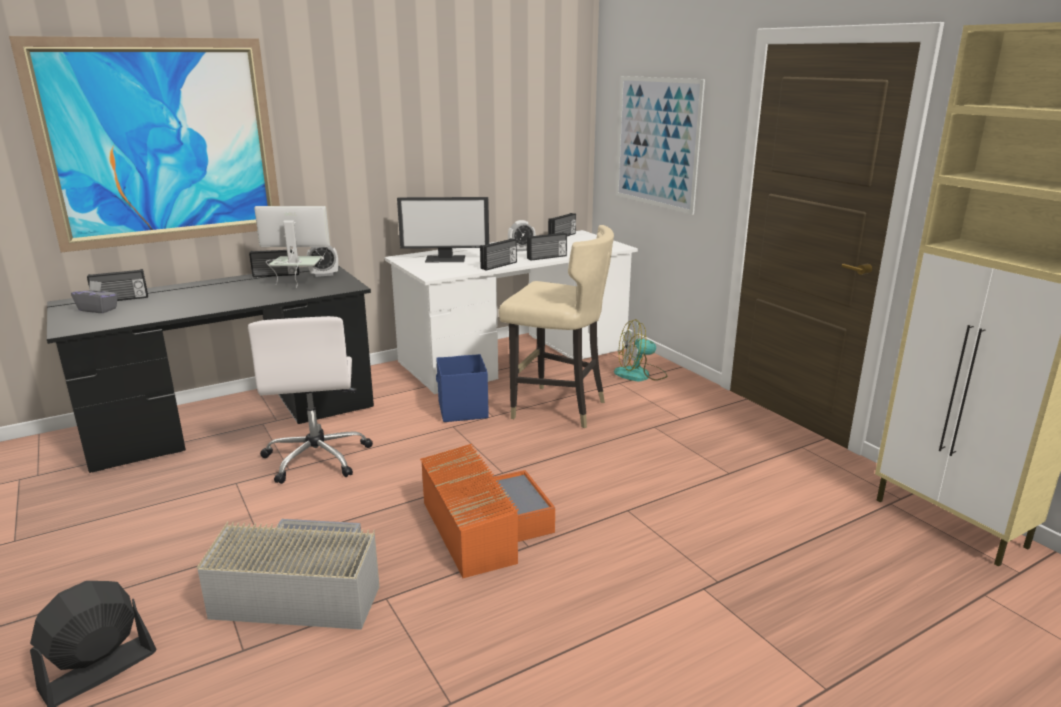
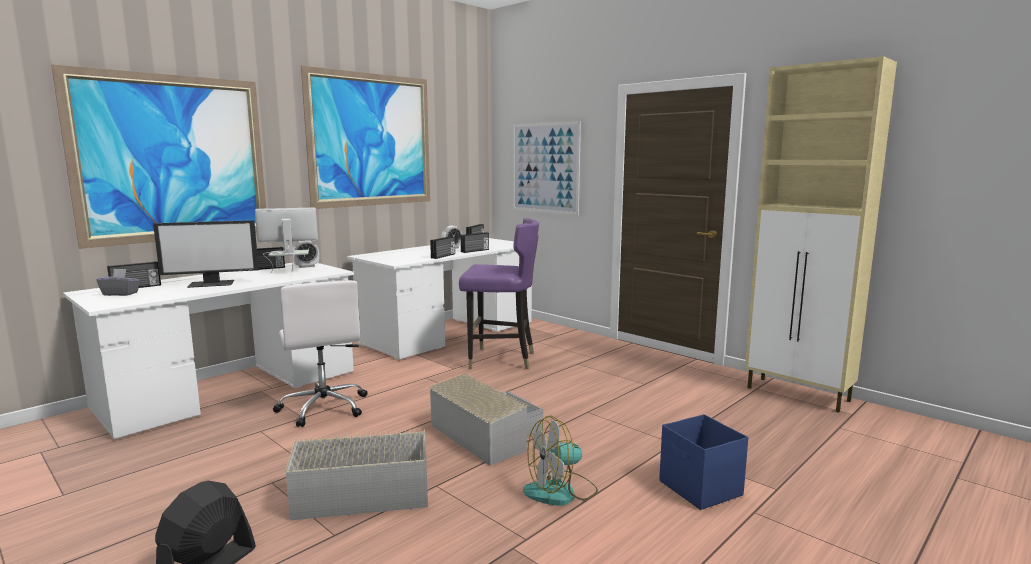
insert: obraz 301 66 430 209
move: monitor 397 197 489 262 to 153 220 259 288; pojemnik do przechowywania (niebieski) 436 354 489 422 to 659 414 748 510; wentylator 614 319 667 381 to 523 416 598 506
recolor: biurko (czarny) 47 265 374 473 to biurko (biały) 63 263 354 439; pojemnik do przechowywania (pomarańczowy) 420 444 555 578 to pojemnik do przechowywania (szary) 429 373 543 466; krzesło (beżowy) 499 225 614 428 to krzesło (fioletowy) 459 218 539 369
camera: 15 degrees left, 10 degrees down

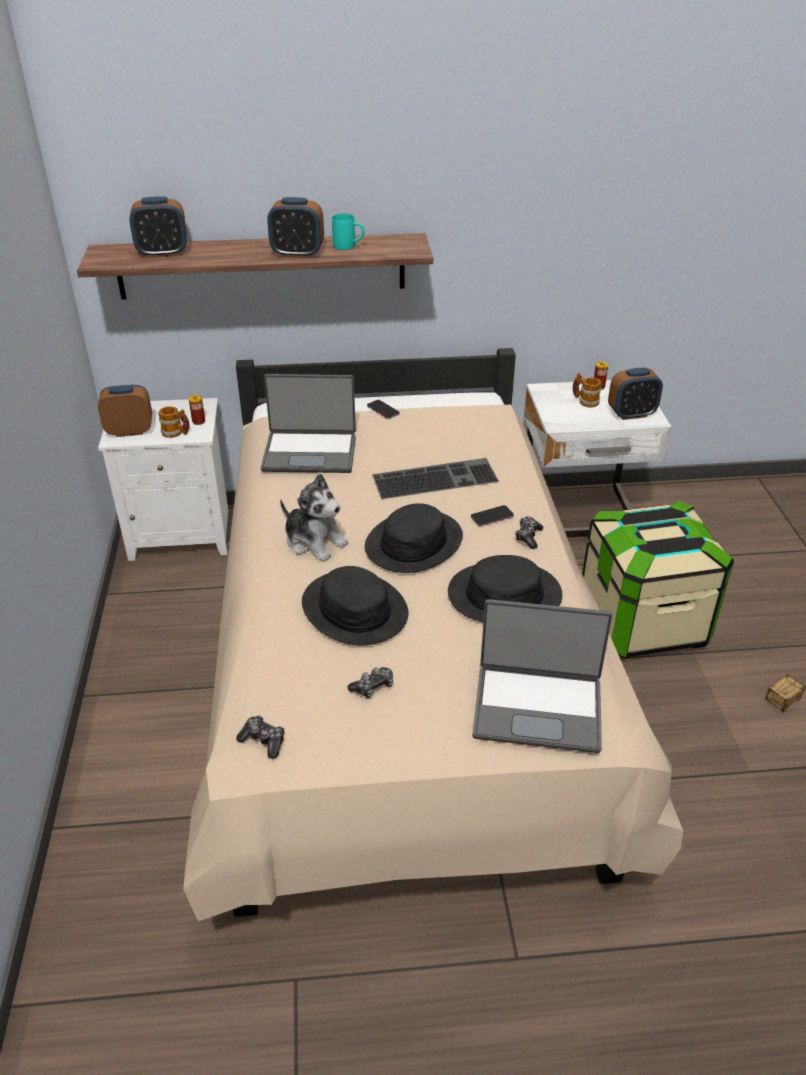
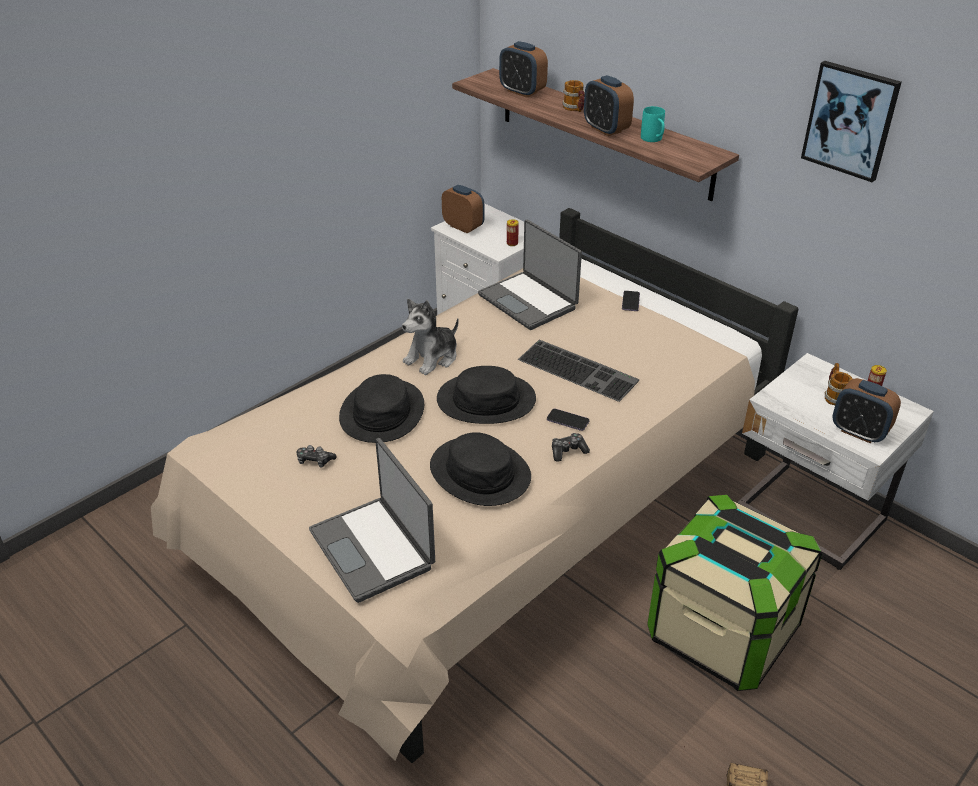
delete: pad do gier 236 716 284 759
insert: obraz 801 61 902 182
move: kubek 158 406 190 438 to 562 80 585 112
rotate: pluszak 280 473 348 562 = 402 299 459 375 45 degrees clockwise
camera: 50 degrees right, 0 degrees up

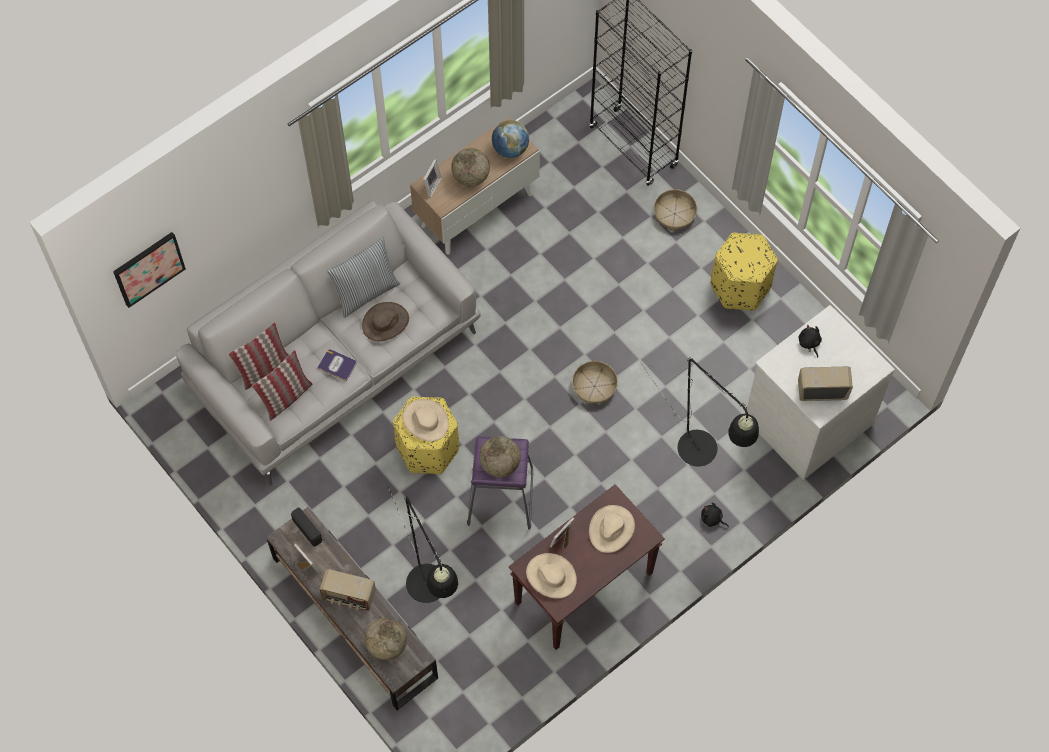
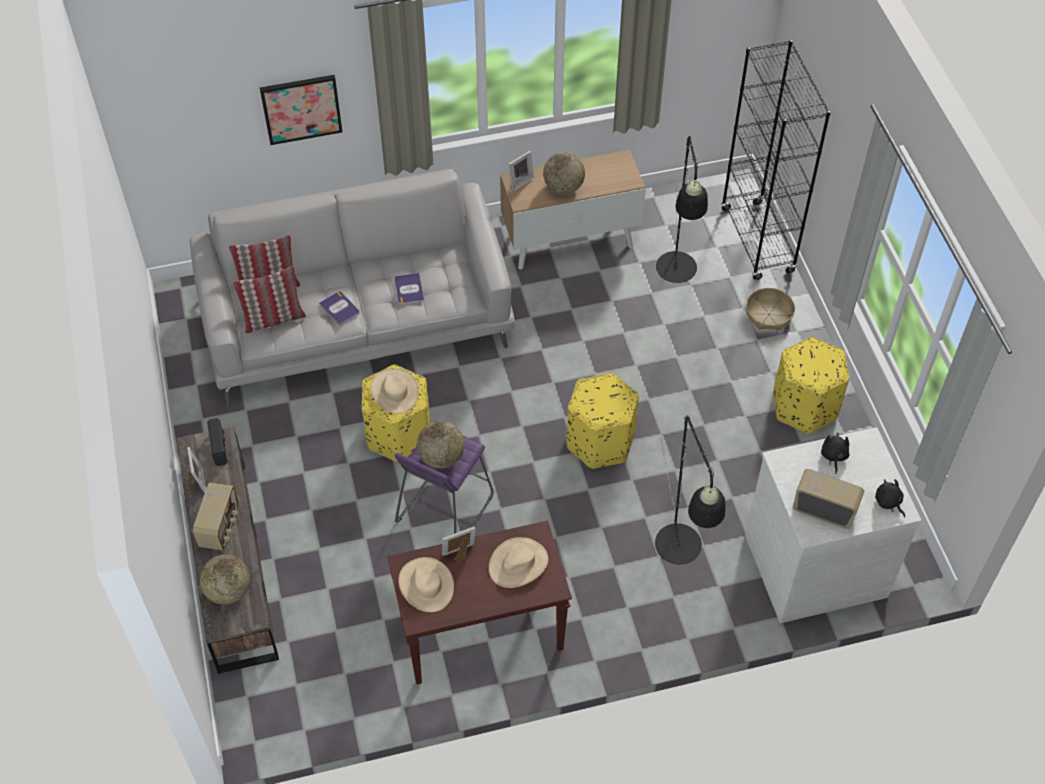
delete: poduszka 327 237 400 318; globus 492 120 529 158
move: obraz 113 232 186 308 to 260 75 342 145; lampa stojąca (czarny) 387 485 458 603 to 656 136 708 283; pluszak (czarny) 701 503 729 527 to 875 479 905 518
replace: kapelusz (brązowy) 362 302 409 341 to książka 395 273 424 304; koszyk 572 361 618 404 to pufa (żółty) 566 373 639 469
rotate: radio 319 569 376 611 = 193 482 239 550 120 degrees counterclockwise
camera: 25 degrees right, 10 degrees down

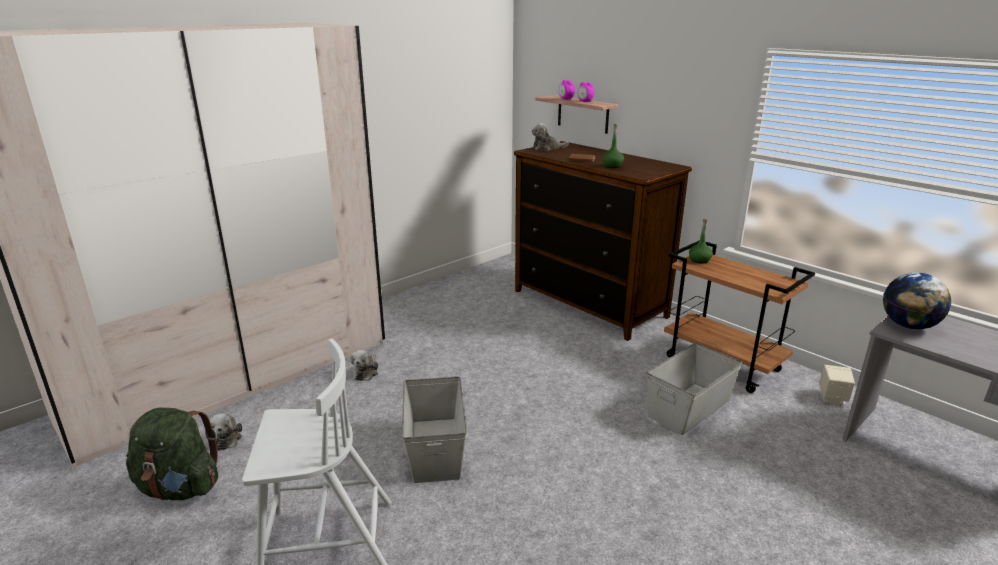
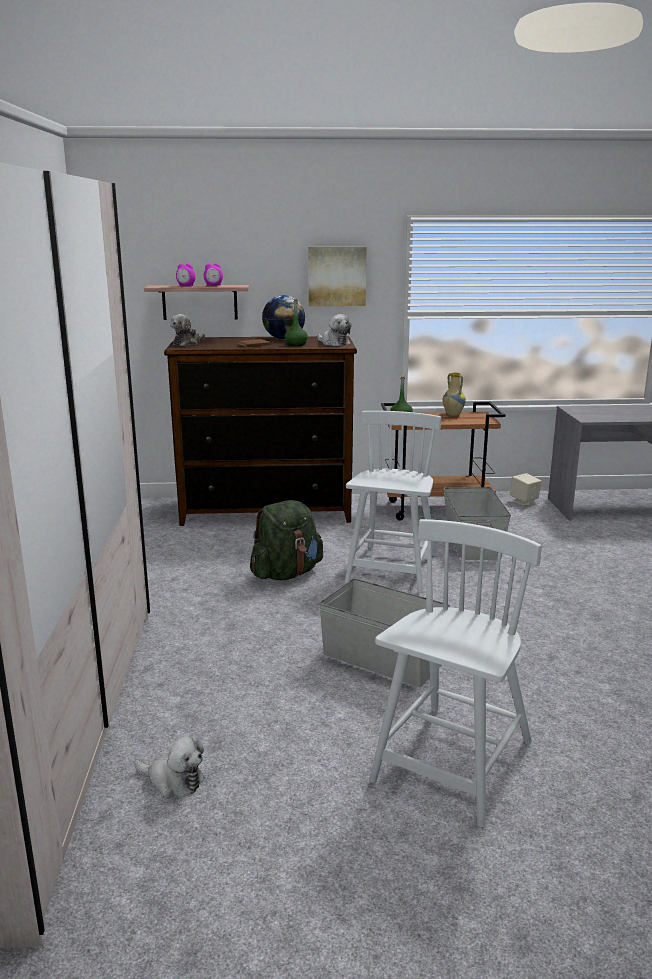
insert: obraz 308 246 367 306; krzesło (biały) 345 411 441 593; wazon 442 373 466 416
move: plecak (zielony) 126 408 218 500 to 250 500 323 580; pluszak 350 350 378 381 to 317 314 351 346; globus 883 272 951 329 to 262 295 305 339
camera: 50 degrees left, 5 degrees down

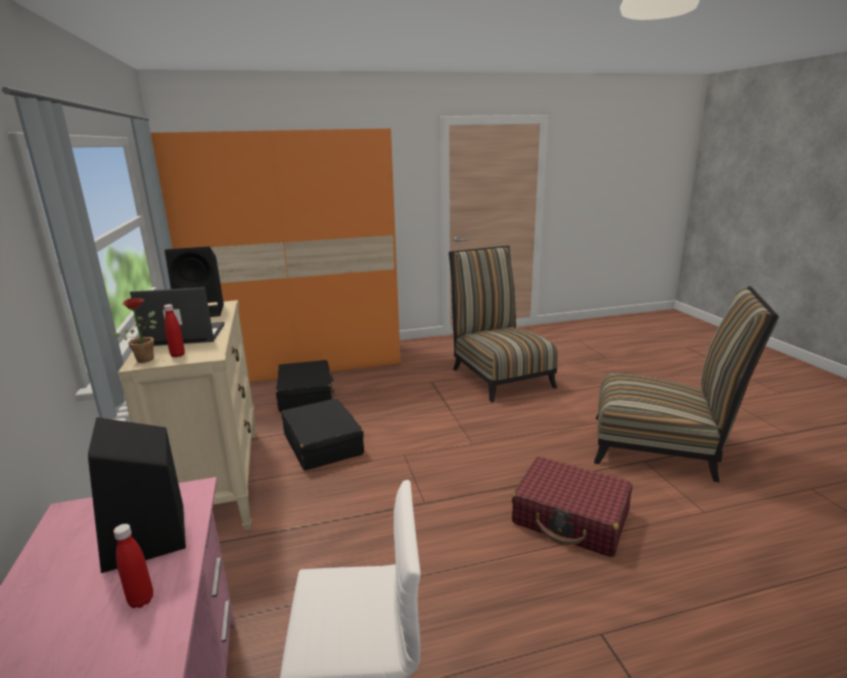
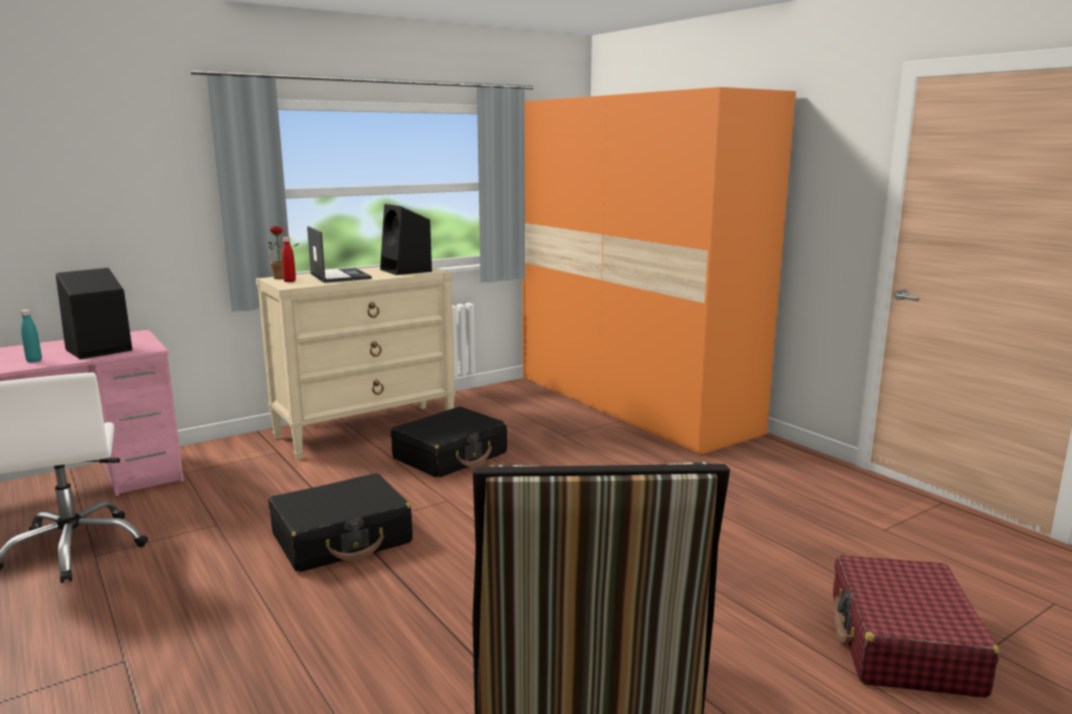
delete: krzesło 449 246 558 403
move: walizka (czarny) 276 360 334 412 to 268 473 413 572; walizka (czerwony) 512 456 633 557 to 833 555 999 698
recolor: butelka (czerwony) 113 524 153 608 to butelka (turkusowy) 21 309 42 363
camera: 70 degrees right, 5 degrees down

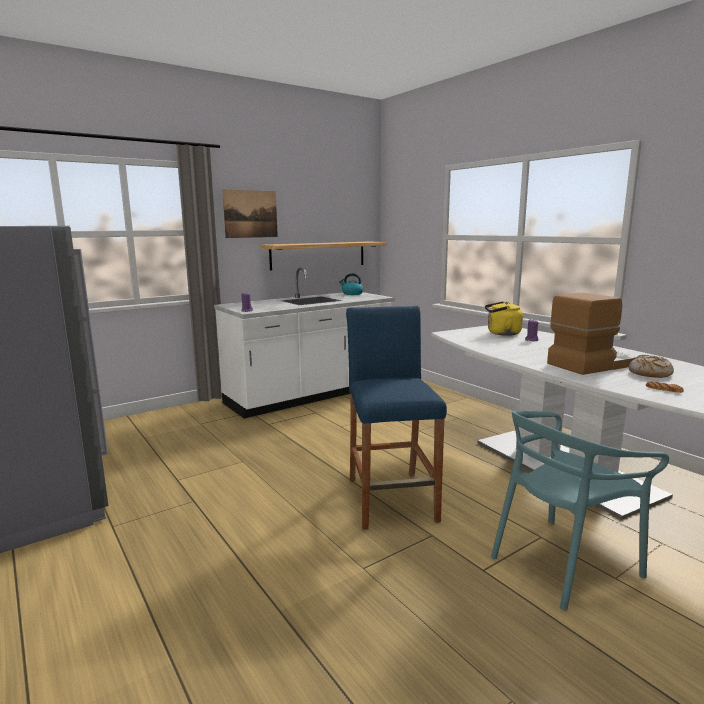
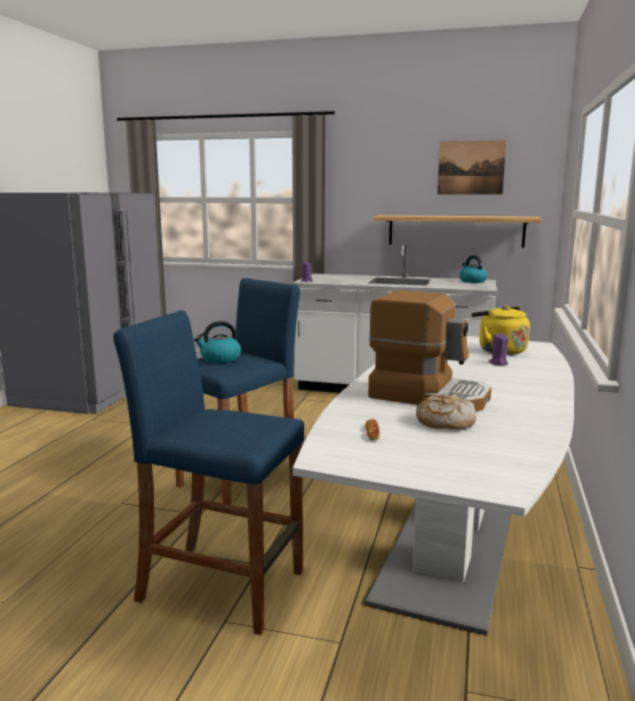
insert: czajnik 194 321 241 363
move: obraz 222 190 278 238 to 438 140 506 195
replace: krzesło (turkusowy) 491 411 669 611 to stołek (niebieski) 113 310 304 635
camera: 50 degrees right, 0 degrees up

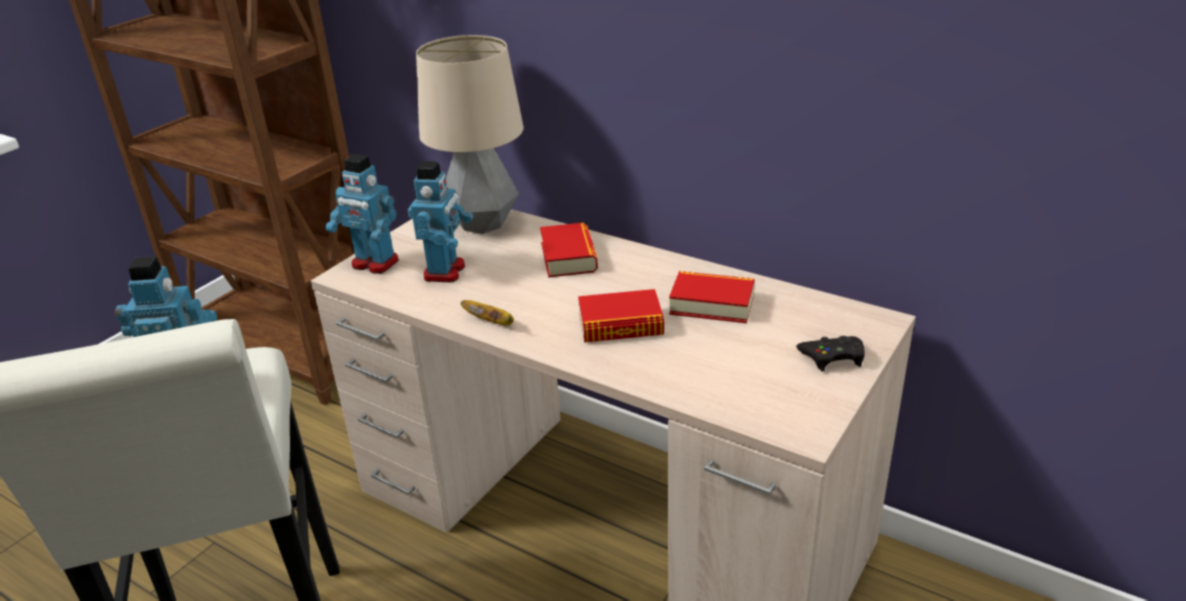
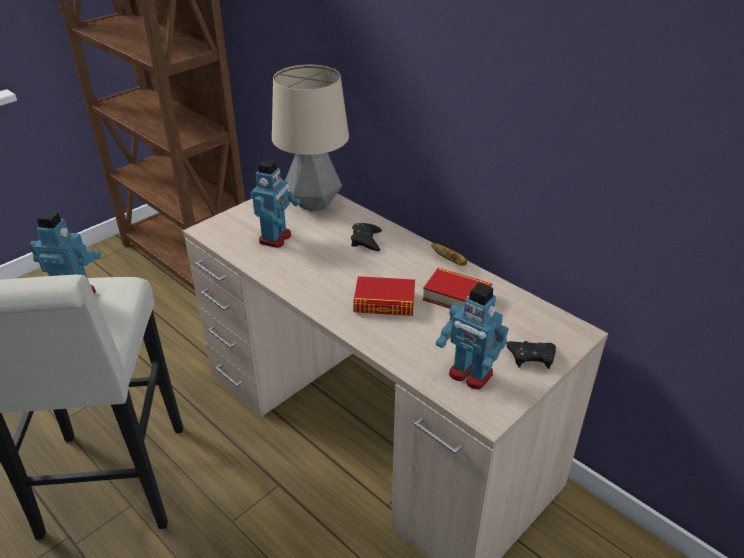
move: robot zabawkowy 326 154 399 274 to 436 282 508 390; banan 461 300 514 326 to 431 243 467 266
replace: książka 540 222 598 278 to pad do gier (czarny) 351 223 382 251
camera: 10 degrees right, 5 degrees up

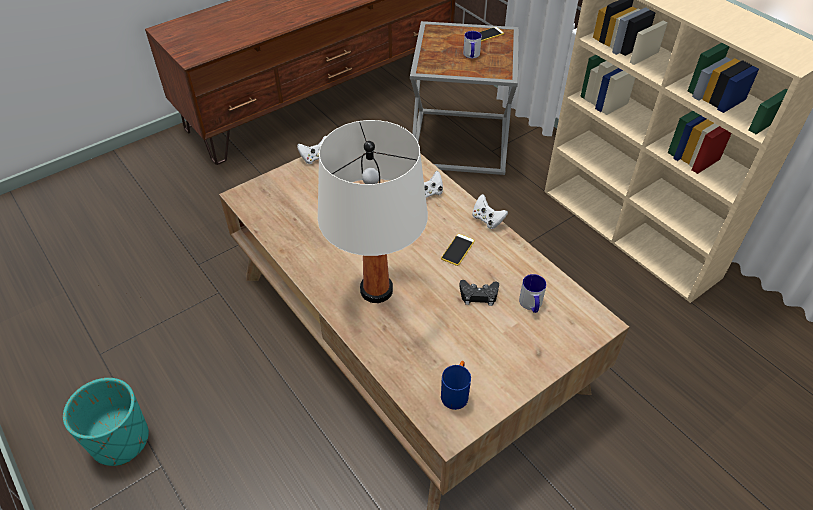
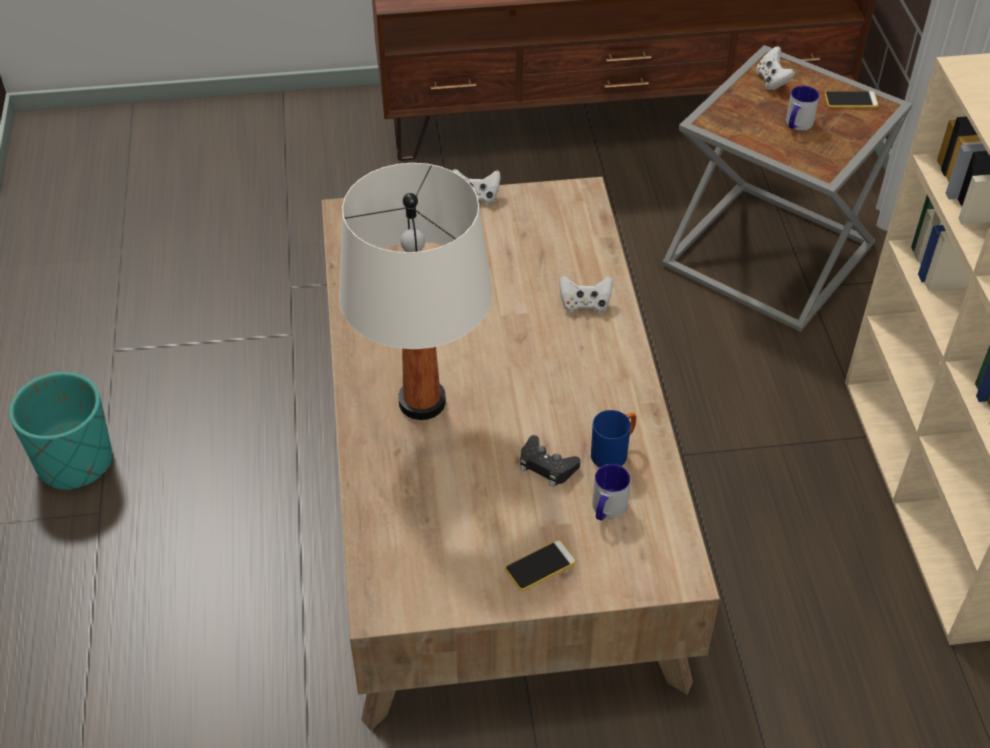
move: telefon 441 234 475 266 to 505 540 576 591; kubek (niebieski) 441 361 471 410 to 591 410 636 468; pad do gier (biały) 472 194 508 229 to 756 46 795 90
camera: 30 degrees right, 0 degrees up

